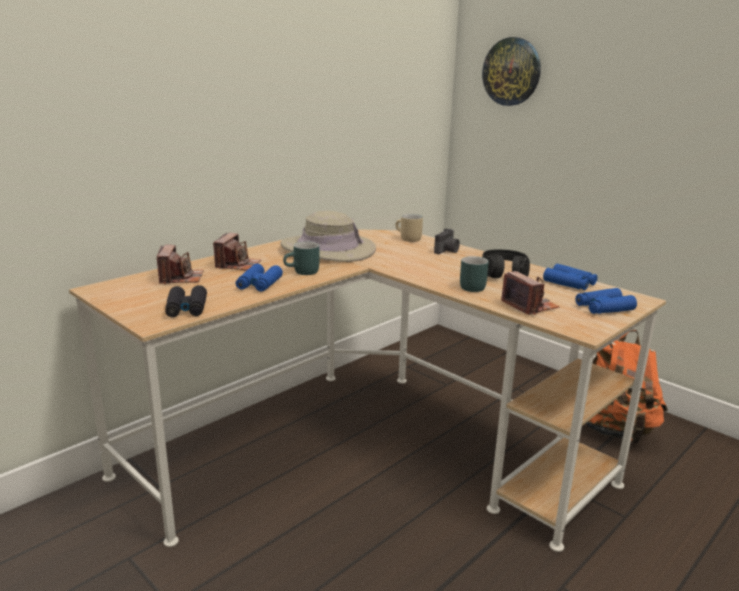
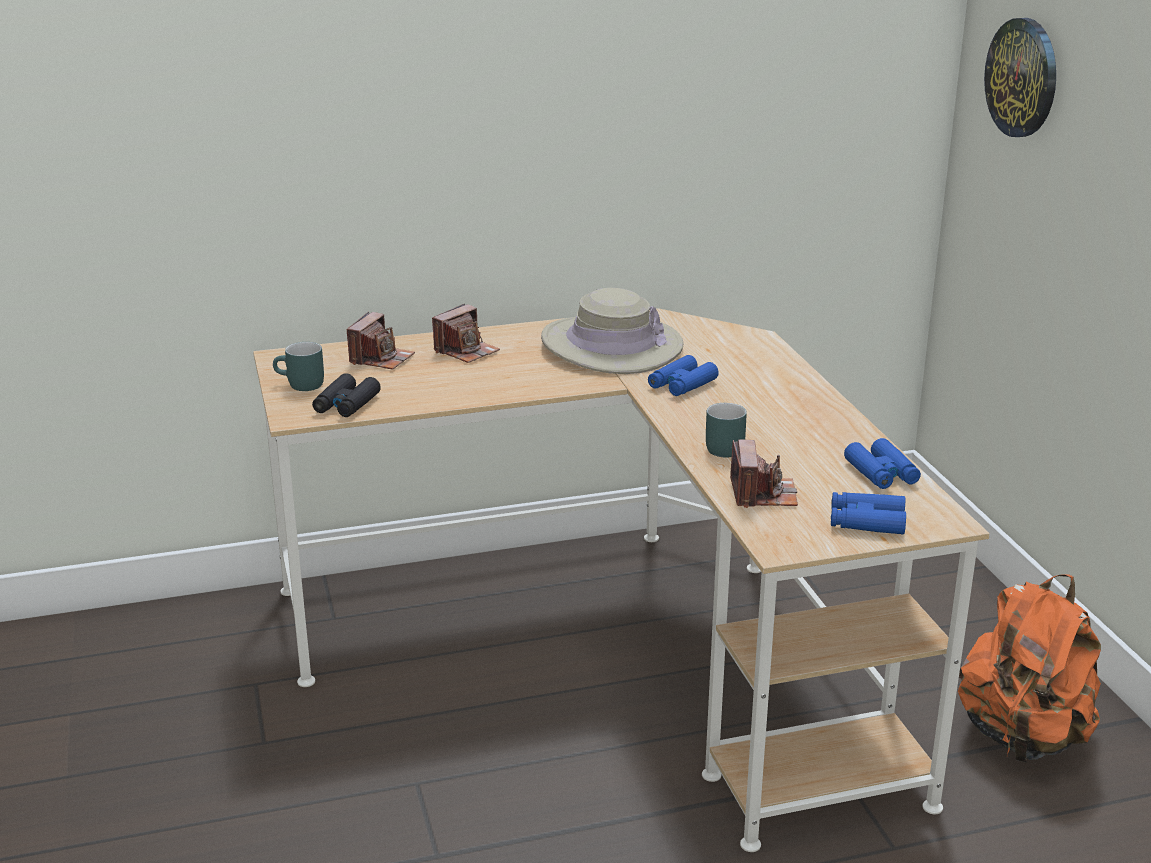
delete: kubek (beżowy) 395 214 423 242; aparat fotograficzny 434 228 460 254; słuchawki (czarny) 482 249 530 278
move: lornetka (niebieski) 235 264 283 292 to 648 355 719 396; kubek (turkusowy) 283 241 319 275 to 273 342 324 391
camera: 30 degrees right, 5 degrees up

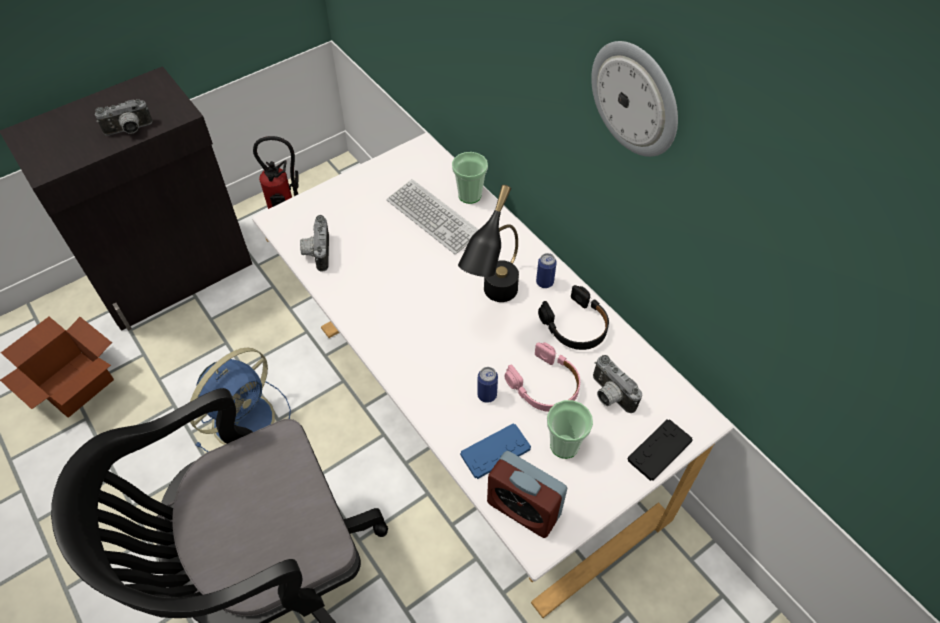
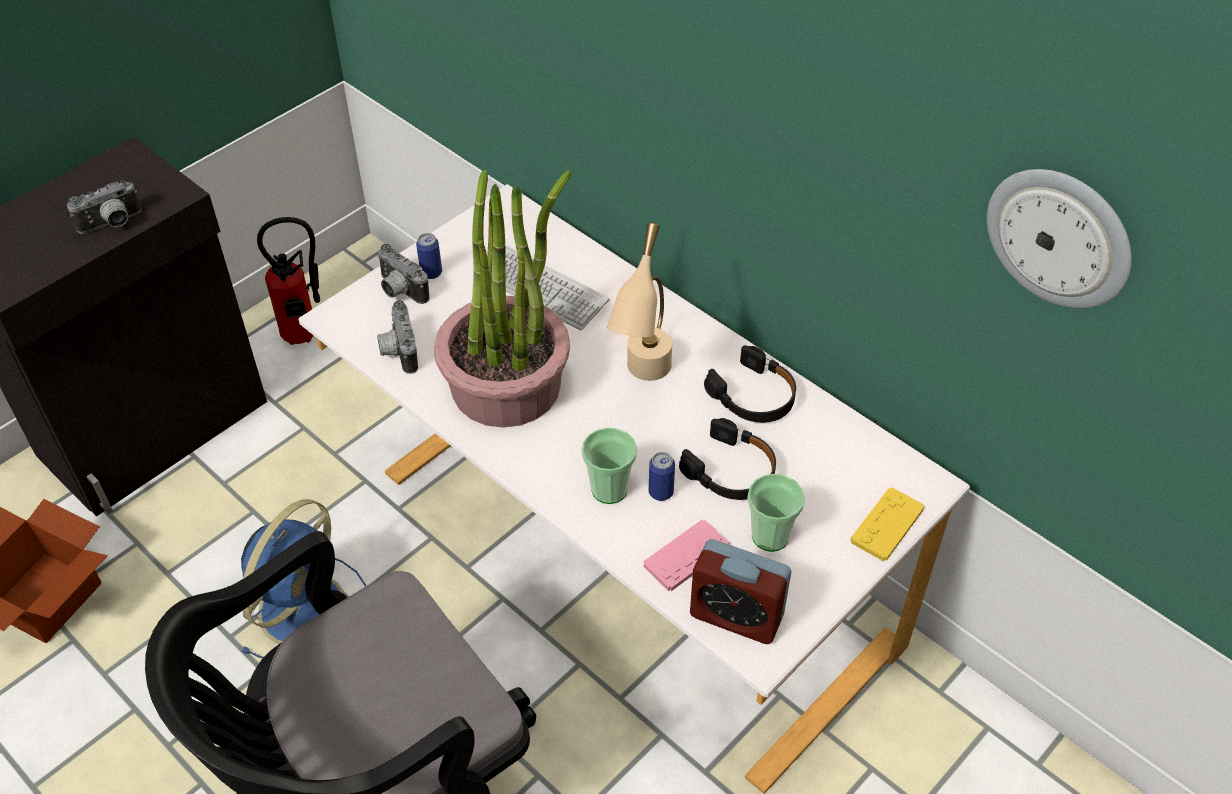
insert: roślina doniczkowa 434 170 571 428
move: filiżanka 452 152 488 204 to 581 427 637 504; puszka 536 253 557 288 to 416 233 442 279; zegar ścienny 591 41 678 157 to 987 169 1132 308; aparat fotograficzny 593 355 642 413 to 377 244 429 304
recolor: lampa stołowa (czarny) 458 185 519 302 to lampa stołowa (beżowy) 607 222 672 381; pad do gier (niebieski) 460 424 531 479 to pad do gier (różowy) 644 520 730 591; słuchawki (różowy) 504 342 580 412 to słuchawki (czarny) 679 418 776 500; pad do gier (czarny) 628 419 692 481 to pad do gier (żółty) 850 488 924 561
camera: 10 degrees left, 5 degrees down

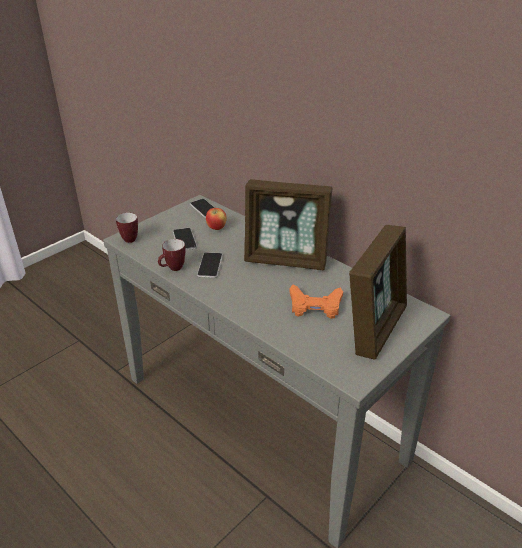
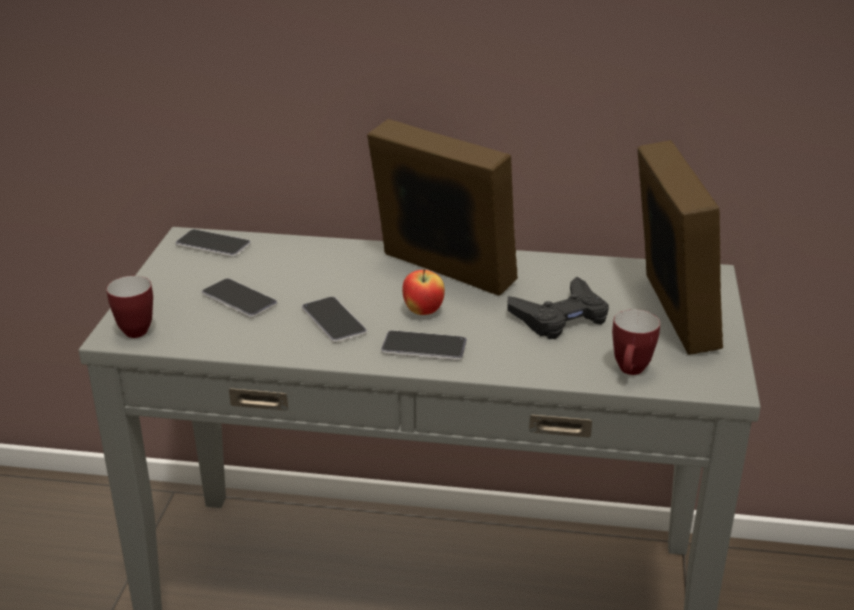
insert: telefon 381 330 467 361
move: kubek 158 239 186 271 to 612 309 660 375; jabłko 206 208 227 230 to 402 269 445 315
recolor: pad do gier (pomarańczowy) 289 285 343 319 to pad do gier (czarny) 507 277 609 339
rotate: ramka na zdjęcie 244 179 332 270 = 367 119 518 296 120 degrees counterclockwise
camera: 35 degrees left, 5 degrees down

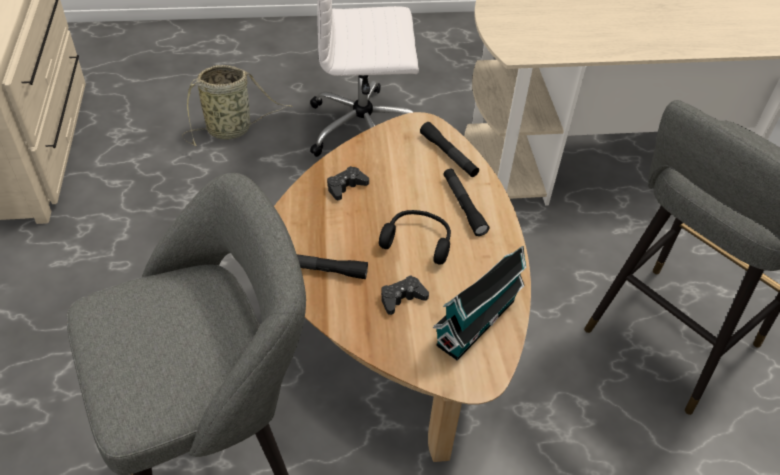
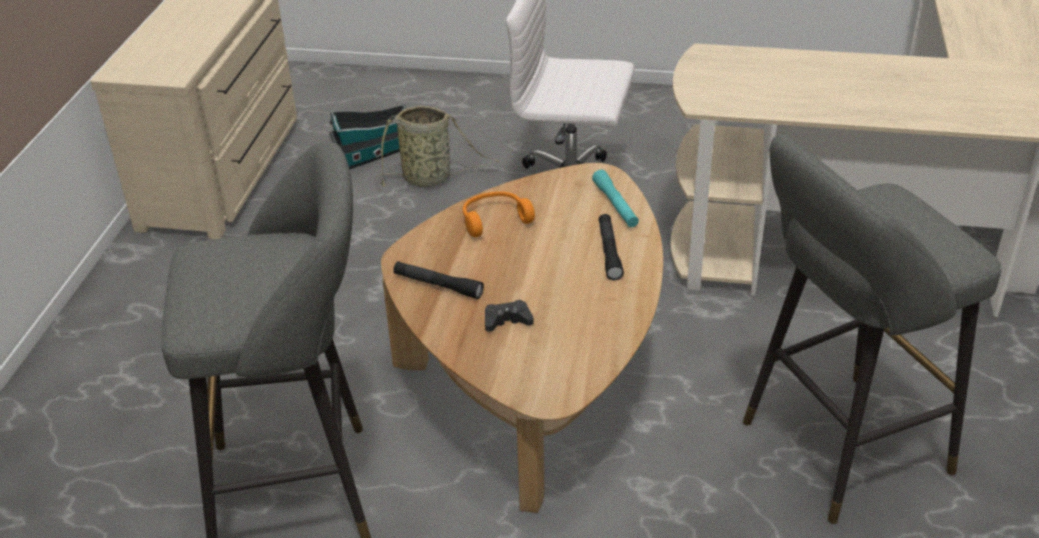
delete: słuchawki (czarny) 379 210 451 265
move: domek 433 245 526 361 to 329 104 406 170
replace: pad do gier (czarny) 327 166 369 200 to słuchawki (pomarańczowy) 463 191 535 237
recolor: latarka (czarny) 420 122 479 177 to latarka (turkusowy) 592 170 639 227
camera: 20 degrees right, 10 degrees down

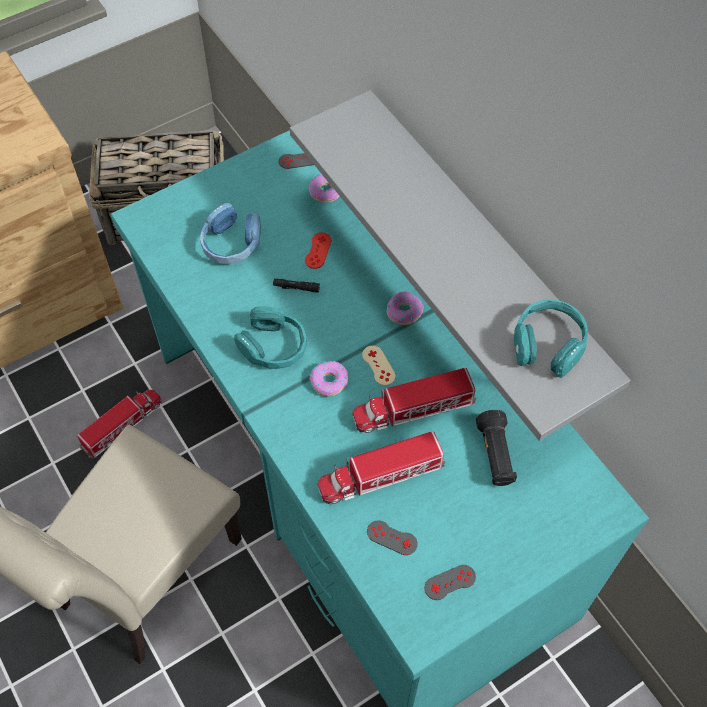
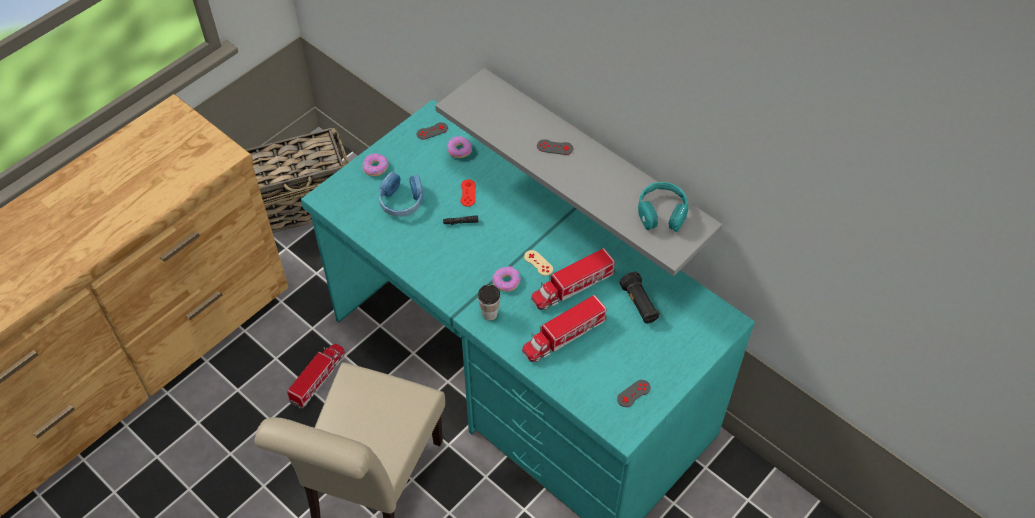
delete: słuchawki (turkusowy) 234 306 306 369
insert: filiżanka 478 284 500 320
move: pad do gier (szary) 367 520 418 555 to 537 139 573 155; donut 387 292 424 325 to 362 154 389 176
camera: 15 degrees left, 5 degrees down

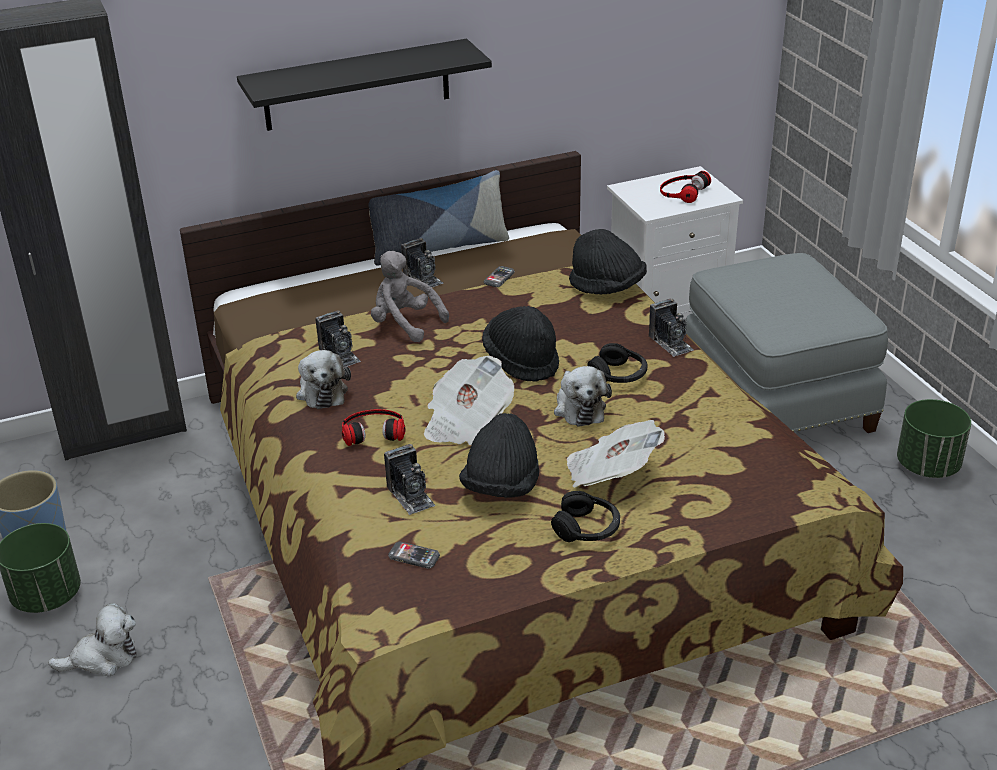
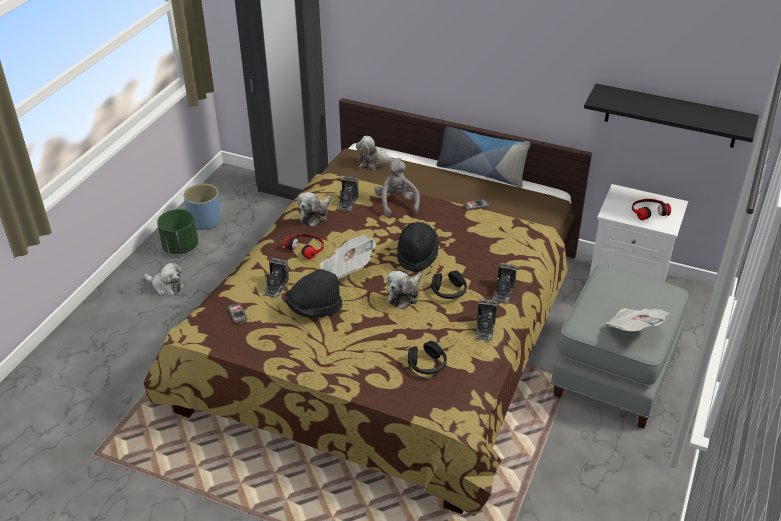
delete: kapelusz (czarny) 569 229 647 294; donica (zielony) 897 399 971 478
insert: pluszak 356 136 402 171
move: półka (czarny) 237 39 492 131 to 584 84 759 148; aparat fotograficzny 401 238 443 288 to 474 299 498 341; słuchawki (czarny) 551 491 620 542 to 408 341 447 375; gazeta 567 420 665 488 to 605 308 669 331
camera: 45 degrees right, 5 degrees up

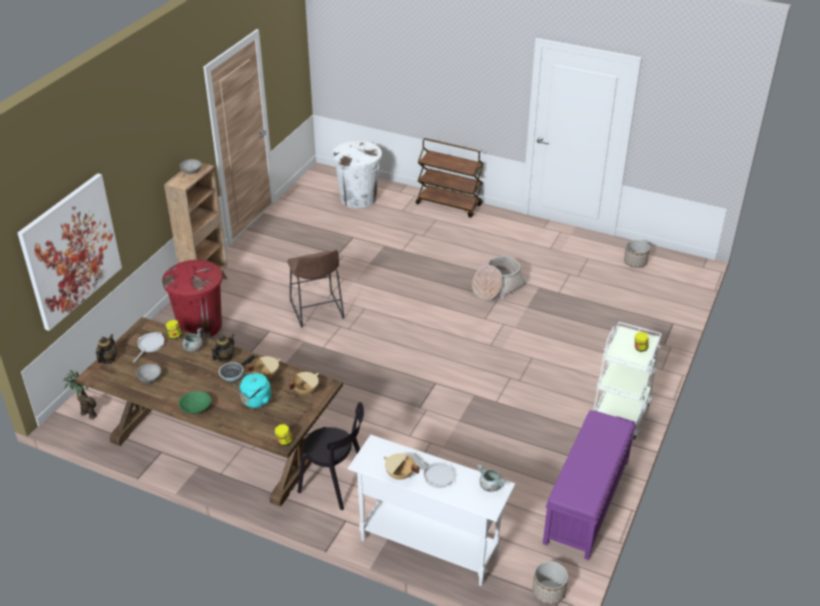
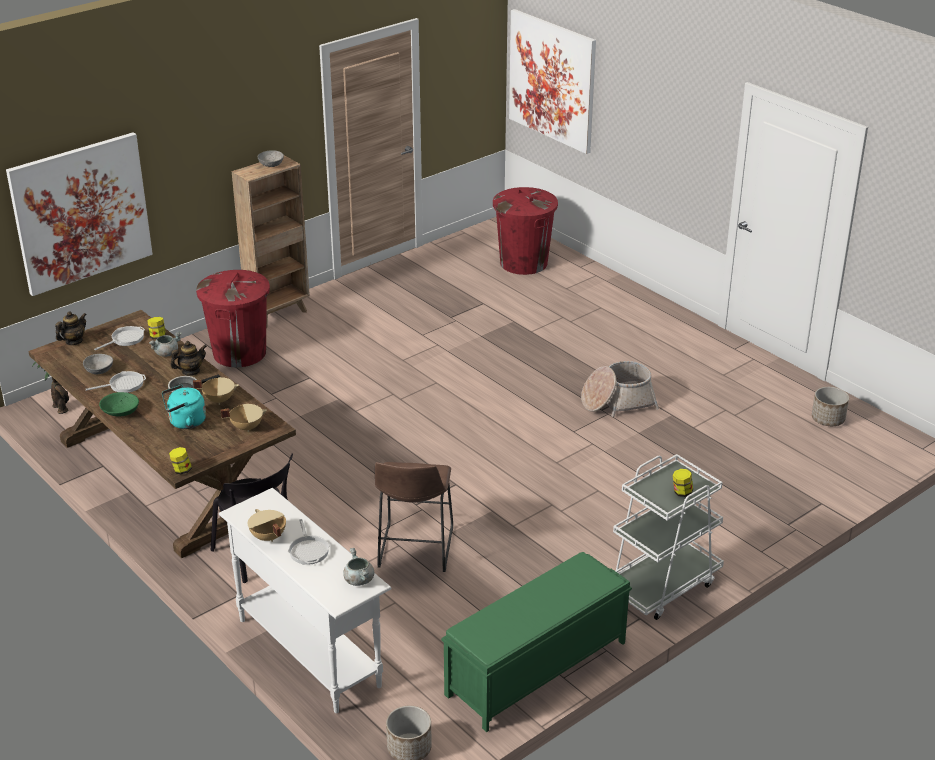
delete: wózek (brązowy) 416 138 484 218
insert: patelnia 86 371 146 393; obraz 509 9 596 154
move: stołek (brązowy) 287 250 344 328 to 375 462 453 572
recolor: kosz na śmieci (biały) 332 141 382 208 to kosz na śmieci (czerwony) 493 187 558 275; ławka (fioletowy) 543 410 636 560 to ławka (zielony) 441 552 632 732
camera: 25 degrees right, 5 degrees down

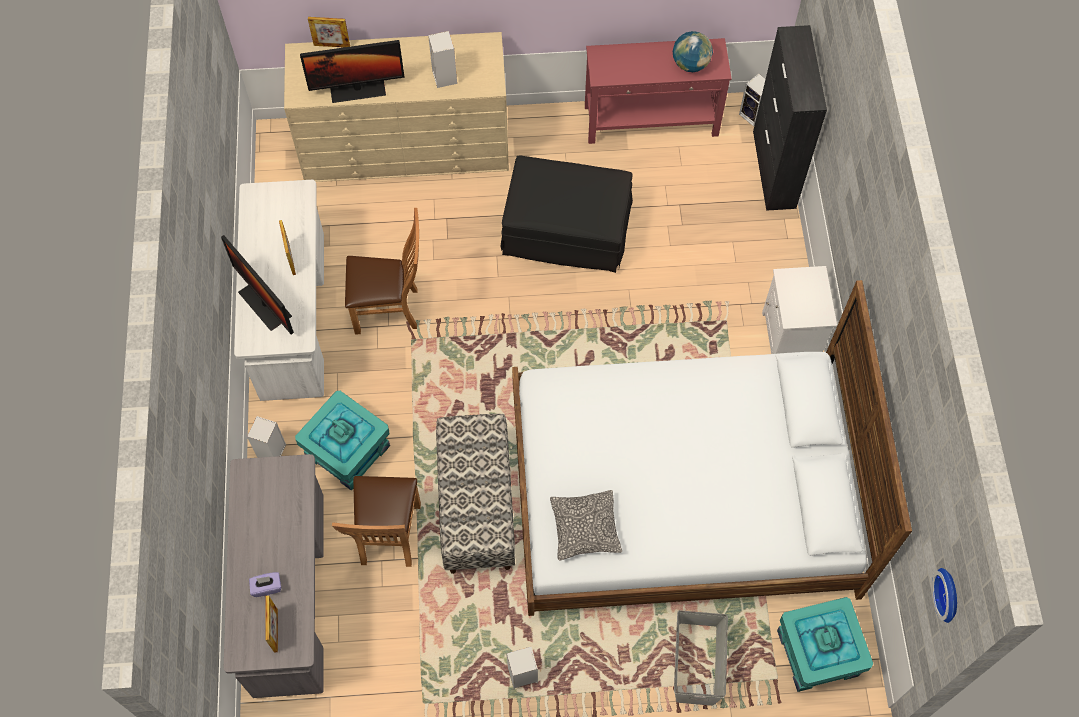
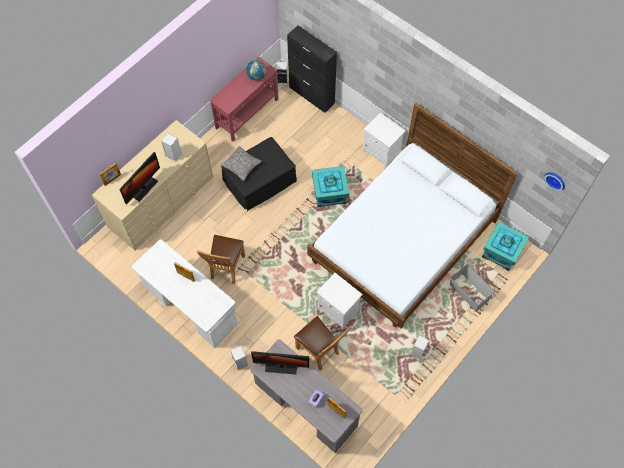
move: monitor 221 235 294 334 to 251 351 309 374; pojemnik do przechowywania (turkusowy) 295 391 390 491 to 312 166 349 207; poduszka 550 490 622 561 to 221 146 262 181
replace: ławka 436 414 515 574 to szafka nocna (biały) 317 273 363 330
rotate: krzesło (brązowy) 345 208 419 334 = 197 235 245 284 150 degrees clockwise
camera: 45 degrees left, 0 degrees up

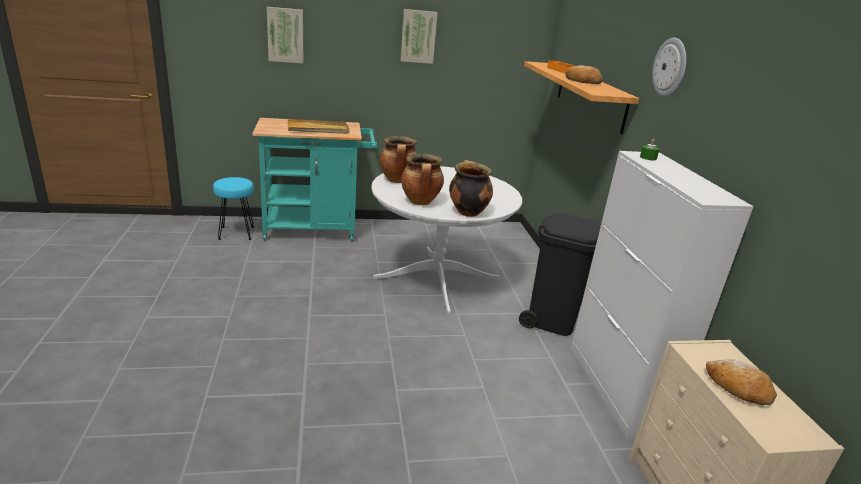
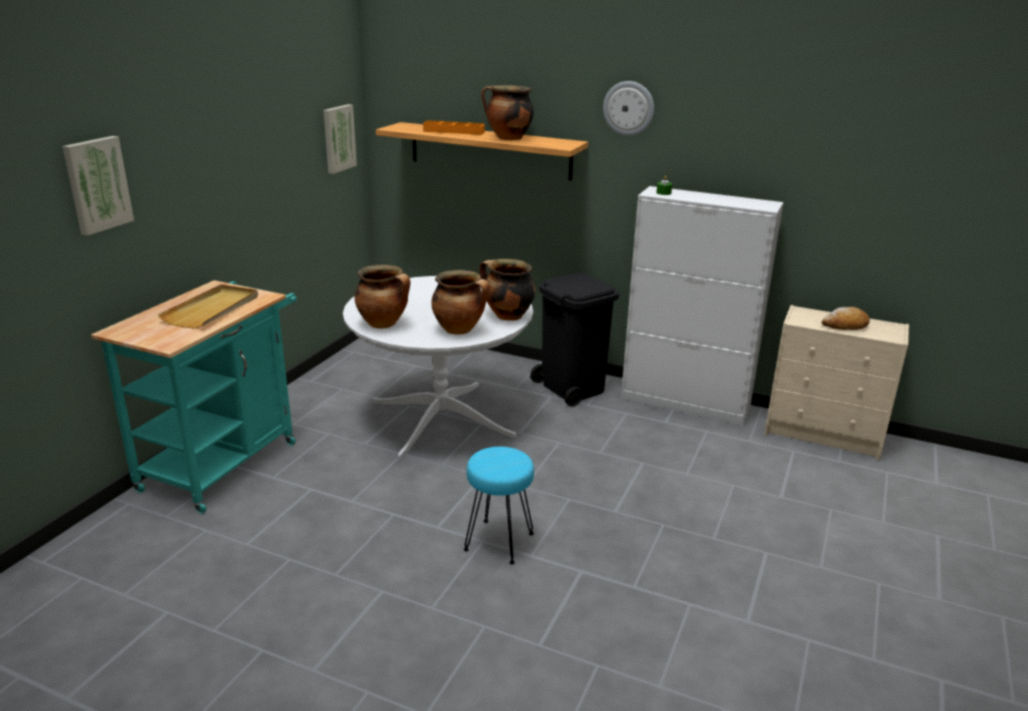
move: stołek (turkusowy) 213 177 254 240 to 464 447 534 564; obraz 401 9 438 64 to 323 104 357 174
replace: chleb 565 66 603 84 to garnek 481 85 534 140
camera: 55 degrees left, 0 degrees up

